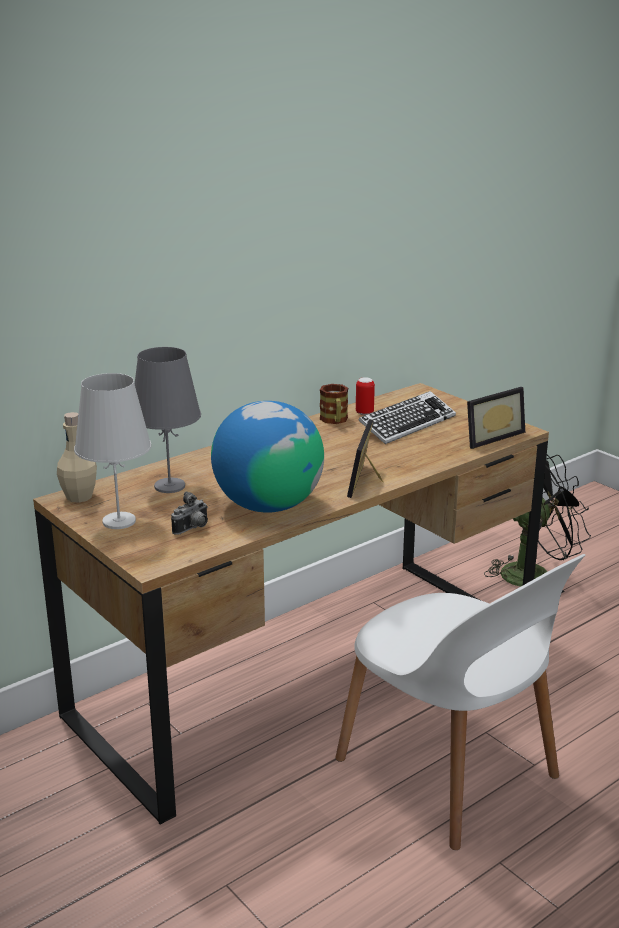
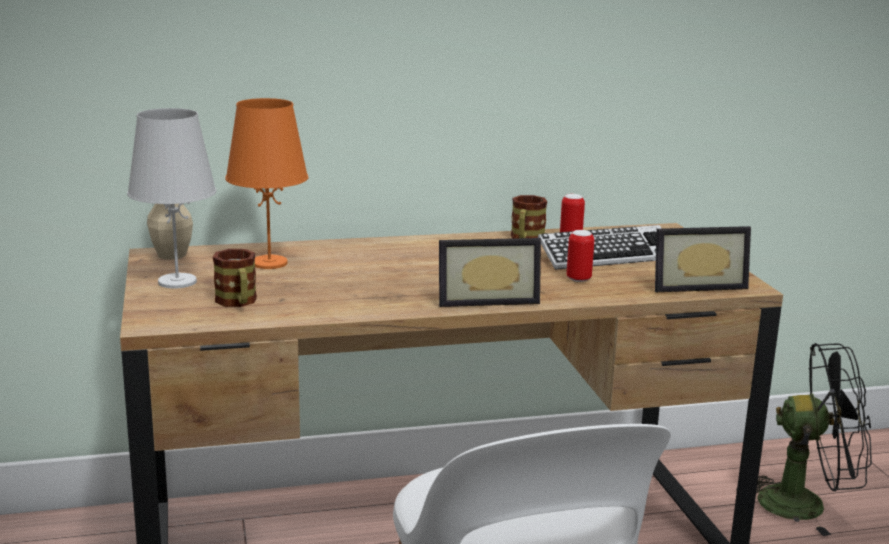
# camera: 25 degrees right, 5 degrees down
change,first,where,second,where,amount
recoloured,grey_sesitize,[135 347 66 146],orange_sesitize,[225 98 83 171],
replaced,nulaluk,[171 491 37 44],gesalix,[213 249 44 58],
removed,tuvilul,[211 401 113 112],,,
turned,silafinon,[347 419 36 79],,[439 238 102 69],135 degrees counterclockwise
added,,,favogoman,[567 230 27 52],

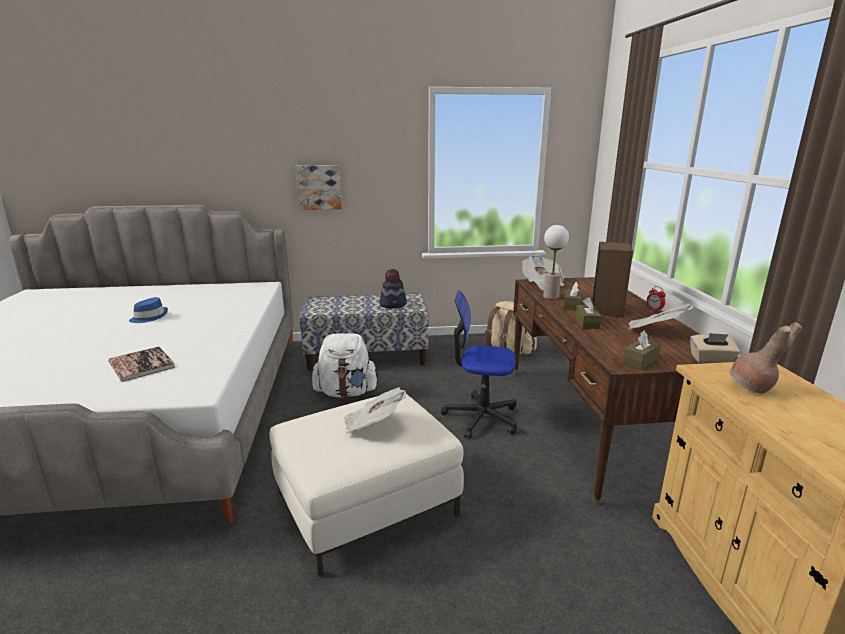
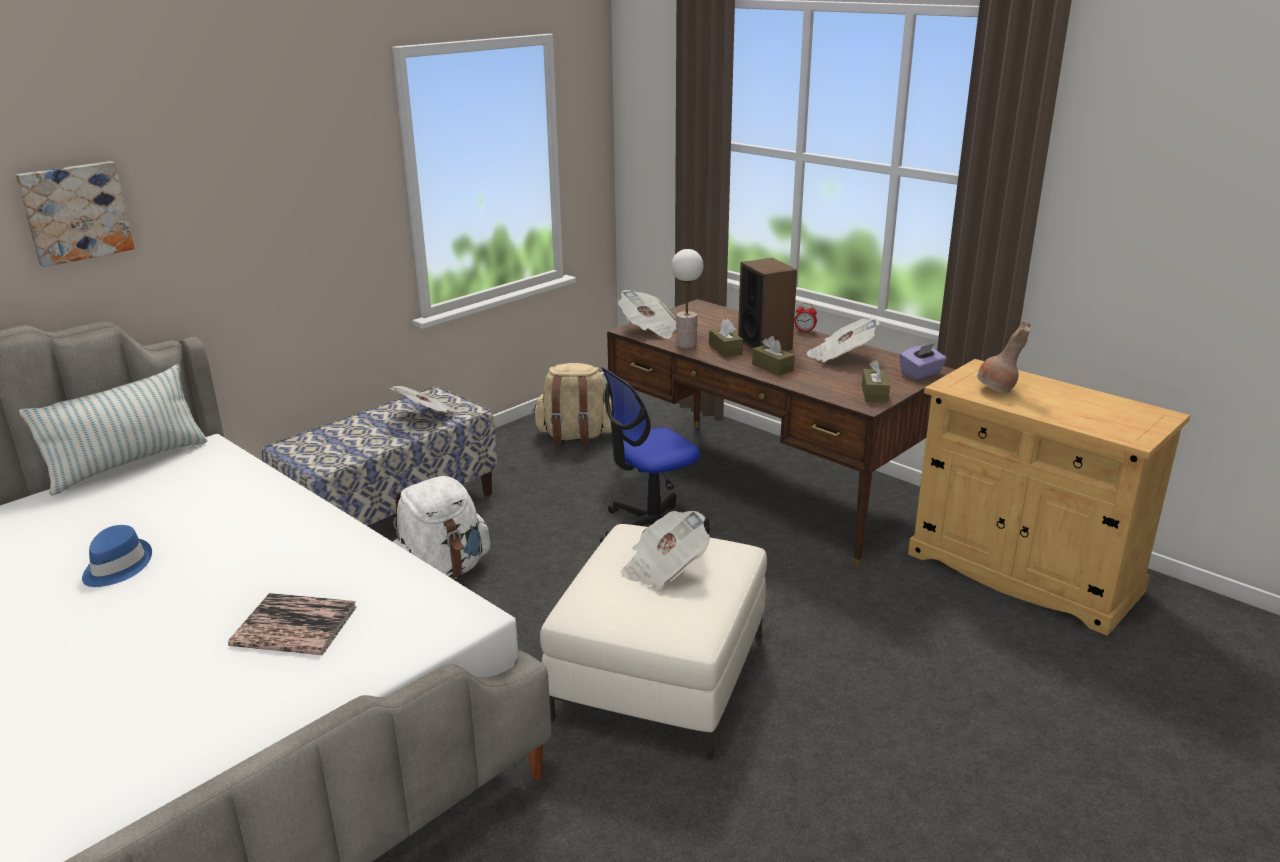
# camera: 40 degrees left, 5 degrees up
change,first,where,second,where,amount
moved,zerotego,[295 165 47 45],,[16 161 119 106],
replaced,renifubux,[379 269 28 40],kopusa,[390 386 72 27],
recoloured,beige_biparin,[690 333 50 30],purple_biparin,[900 343 47 37],
added,,,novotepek,[19 364 189 132],

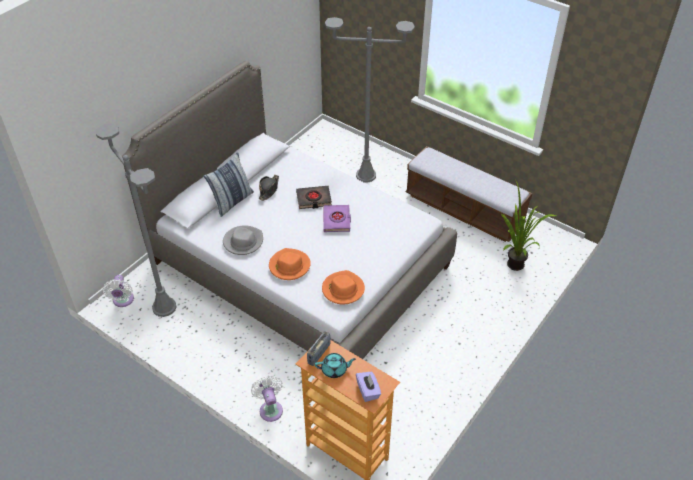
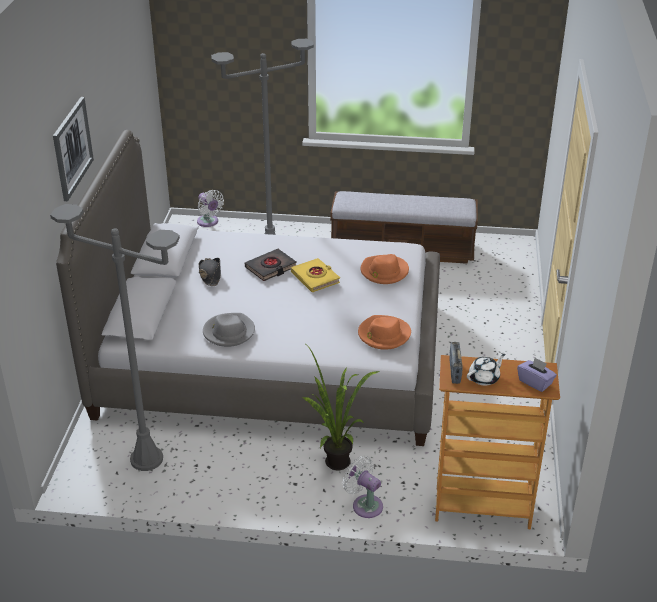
# camera: 30 degrees left, 10 degrees down
change,first,where,second,where,amount
moved,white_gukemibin,[102 275 32 32],,[197 190 27 37],
removed,novotepek,[204 152 50 65],,,
moved,orange_renifubux,[269 248 42 32],,[360 254 49 30],
recoloured,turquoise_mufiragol,[315 353 41 25],white_mufiragol,[467 354 39 32],
recoloured,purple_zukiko,[323 205 28 27],yellow_zukiko,[291 258 49 34],
moved,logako,[501 181 56 90],,[302 345 79 126],
added,,,zerotego,[53 97 41 104],

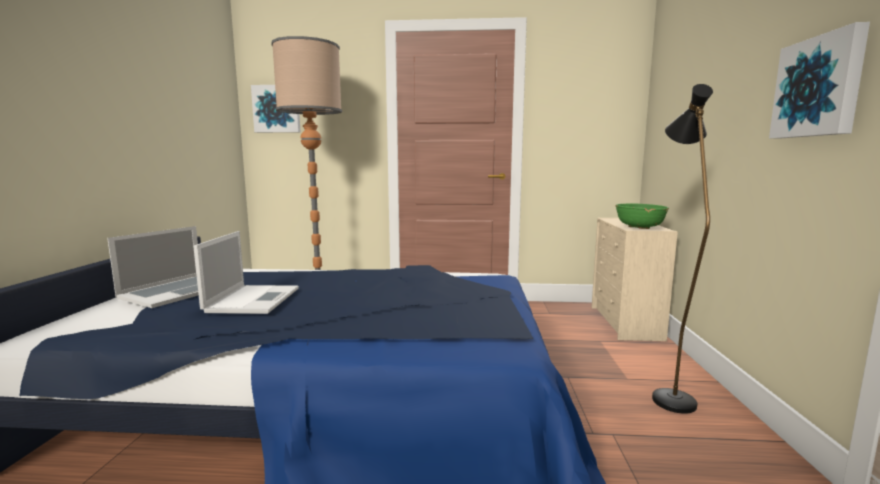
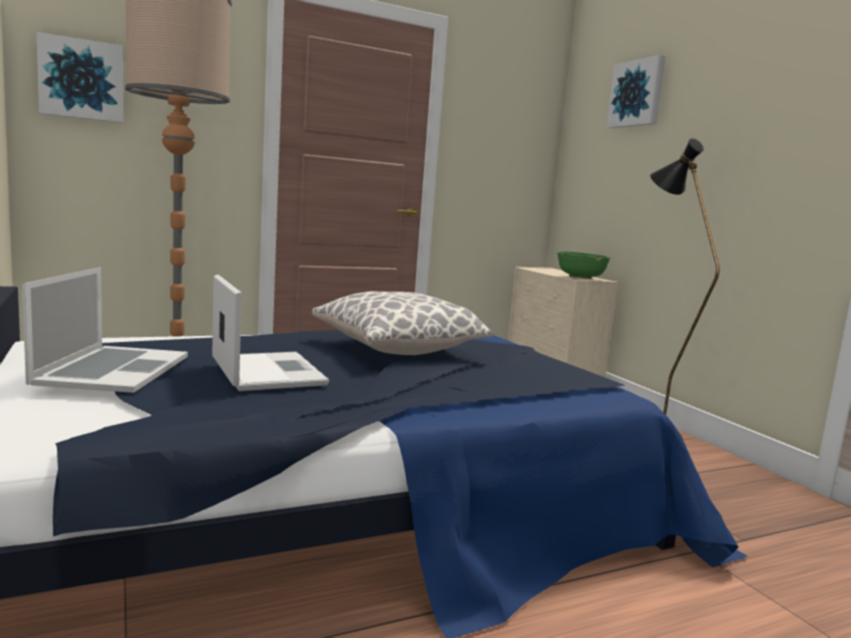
# camera: 30 degrees left, 0 degrees up
change,first,where,second,where,amount
moved,zerotego,[769 22 101 117],,[606 55 60 73],
added,,,novotepek,[312 291 180 64],

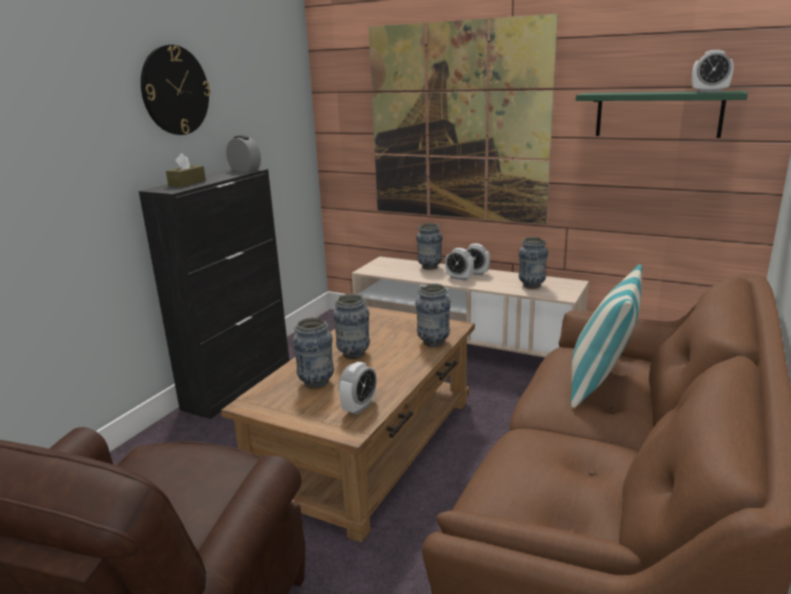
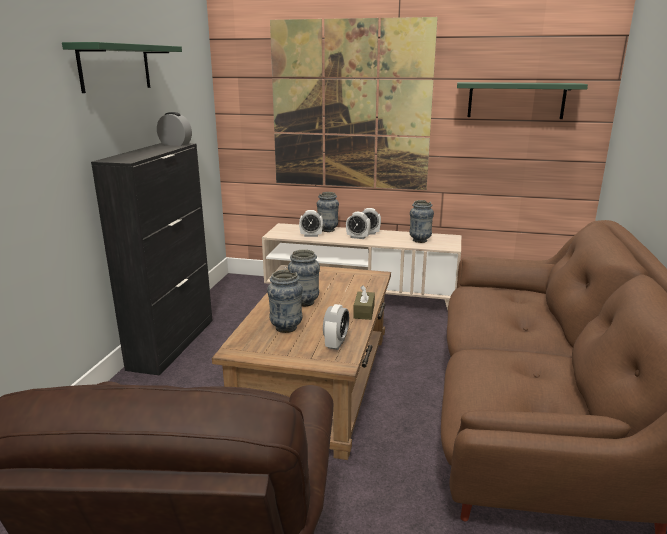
# camera: 15 degrees left, 0 degrees up
change,first,where,second,where,amount
replaced,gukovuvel,[141 45 70 90],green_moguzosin,[62 42 120 51],
moved,brown_biparin,[166 153 40 34],,[353 285 22 35],
removed,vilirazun,[415 283 36 64],,,
removed,novotepek,[570 264 72 144],,,
moved,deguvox,[692 50 42 43],,[299 210 24 27],

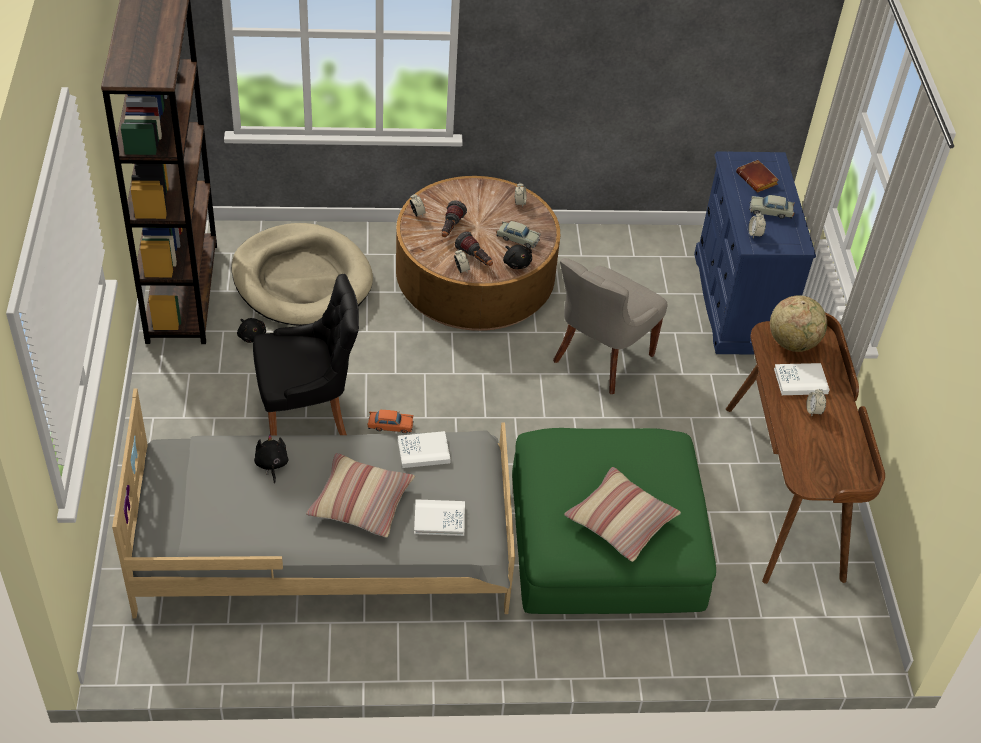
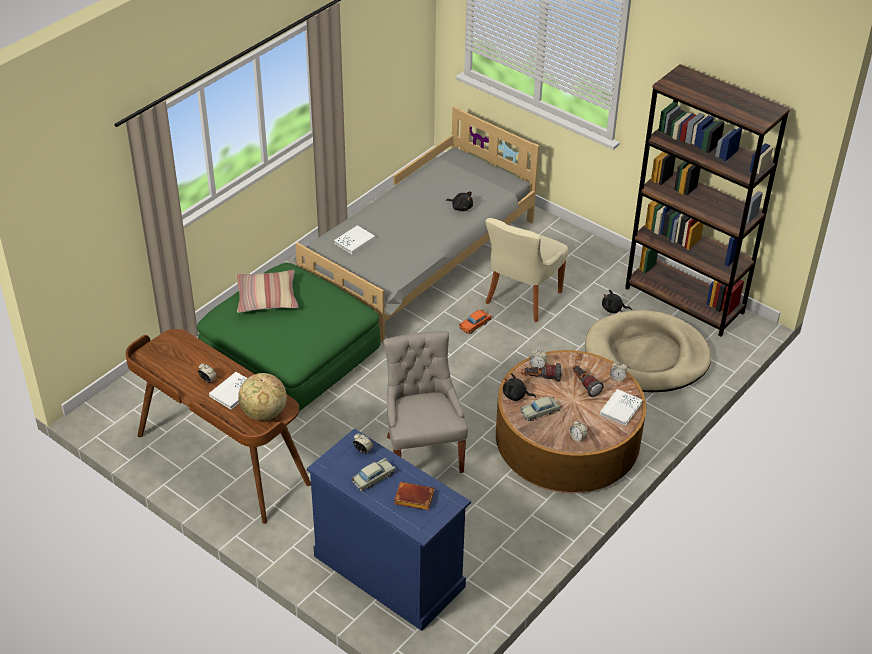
# camera: 135 degrees right, 5 degrees down
change,first,where,second,where,amount
recoloured,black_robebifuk,[253 274 106 162],beige_robebifuk,[485 218 83 104],
removed,novotepek,[306 453 109 85],,,
moved,white_zukiko,[398 431 53 37],,[600 389 43 37],

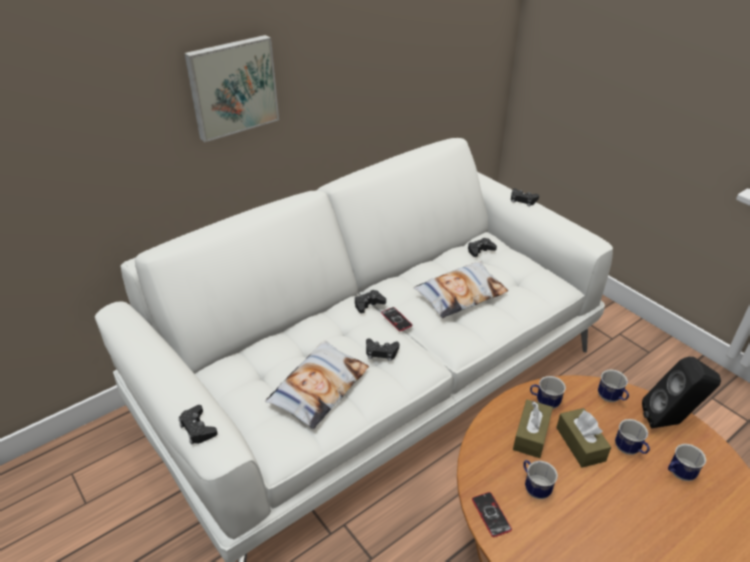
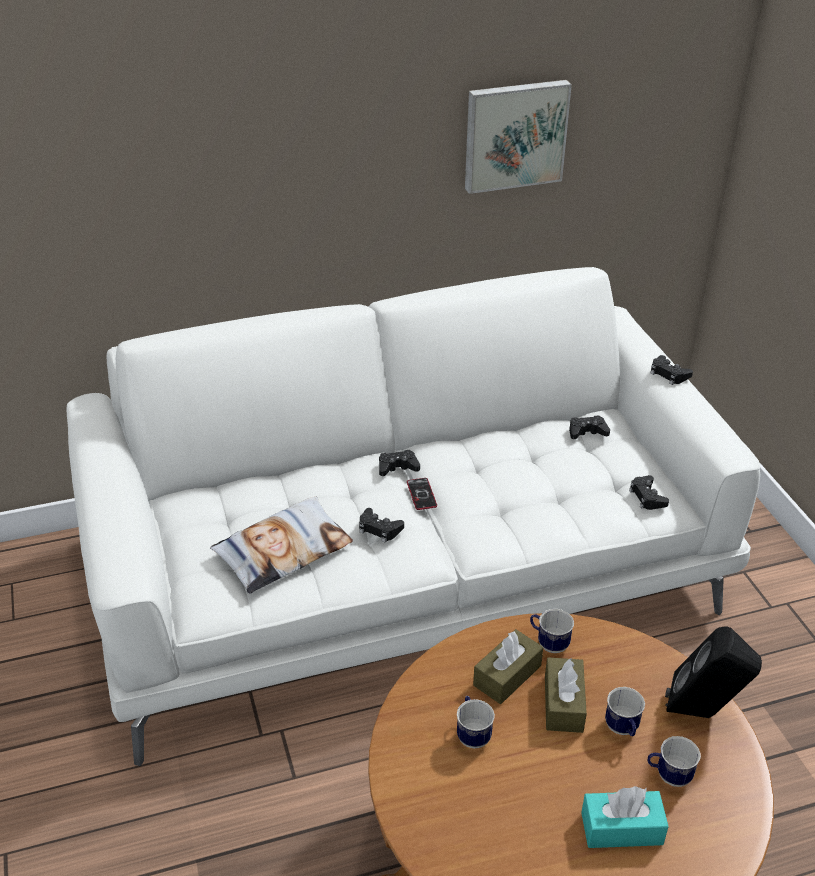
# camera: 20 degrees right, 0 degrees up
change,first,where,second,where,amount
moved,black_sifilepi,[179 405 39 40],,[629 475 40 35],
moved,zerotego,[184 35 95 107],,[465 80 107 114],
removed,novotepek,[414 261 94 57],,,
removed,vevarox,[472 492 40 45],,,
removed,gesalix,[598 370 31 32],,,
added,,,turquoise_biparin,[581 786 88 62],

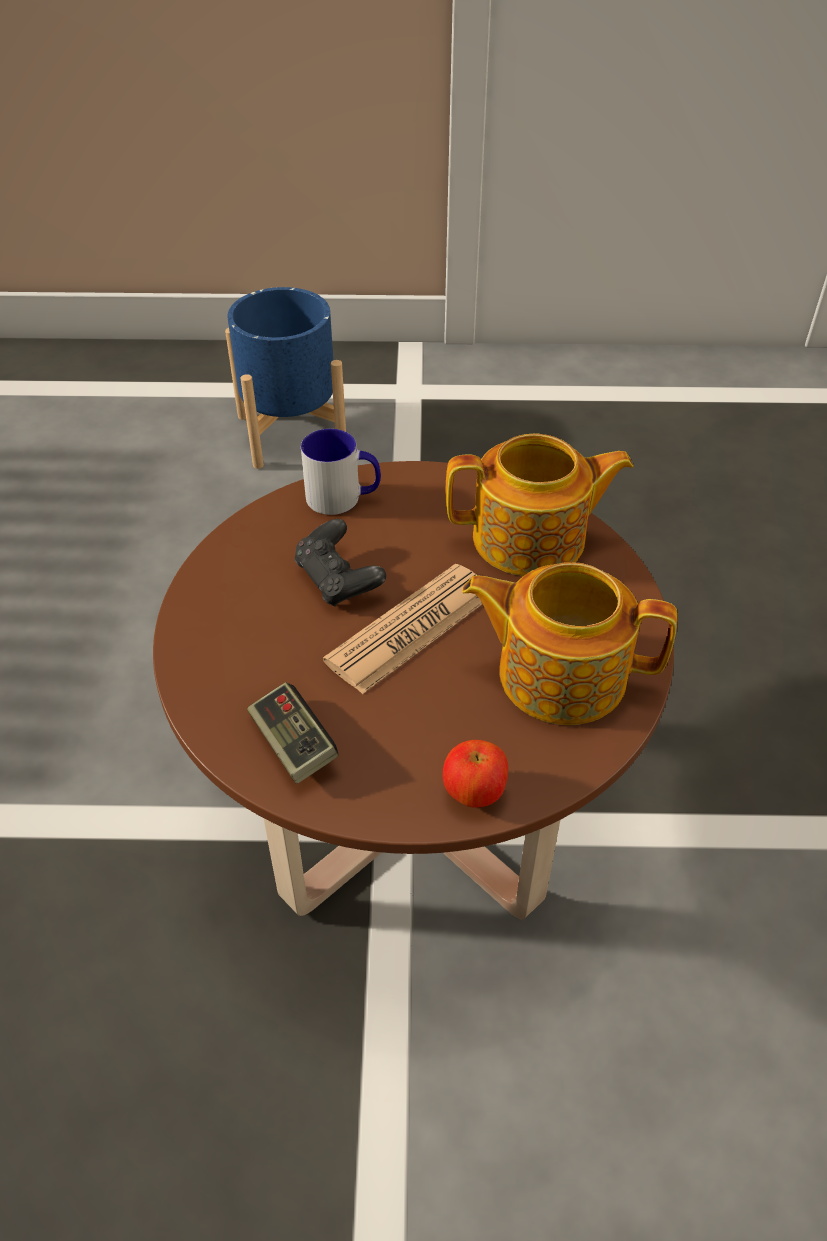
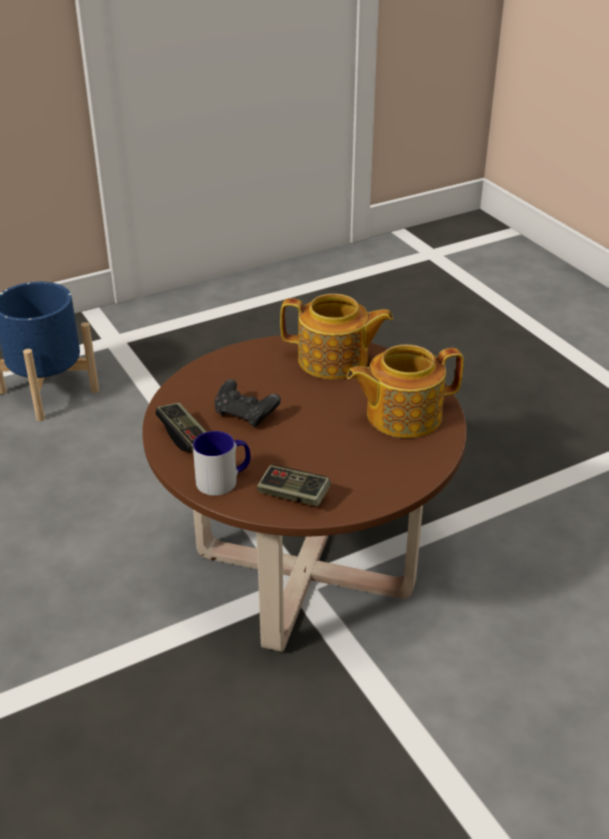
# camera: 30 degrees left, 10 degrees down
change,first,where,second,where,amount
moved,gesalix,[301 429 80 86],,[193 431 57 65],
removed,kopusa,[323 564 159 130],,,
removed,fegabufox,[443 740 65 68],,,
turned,mufiragol,[445 434 189 142],,[280 294 113 86],45 degrees clockwise
added,,,sifilepi,[155 403 52 49],

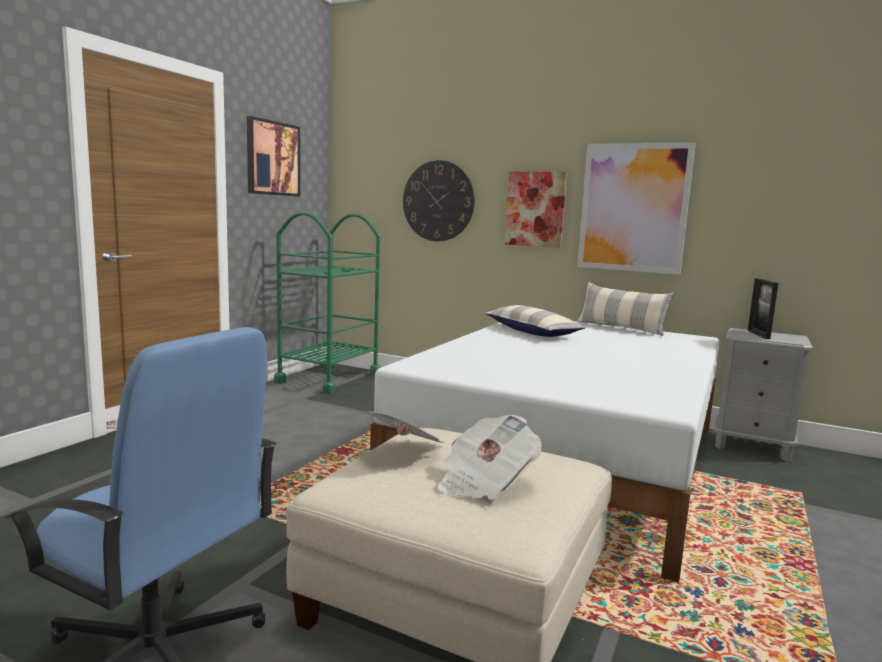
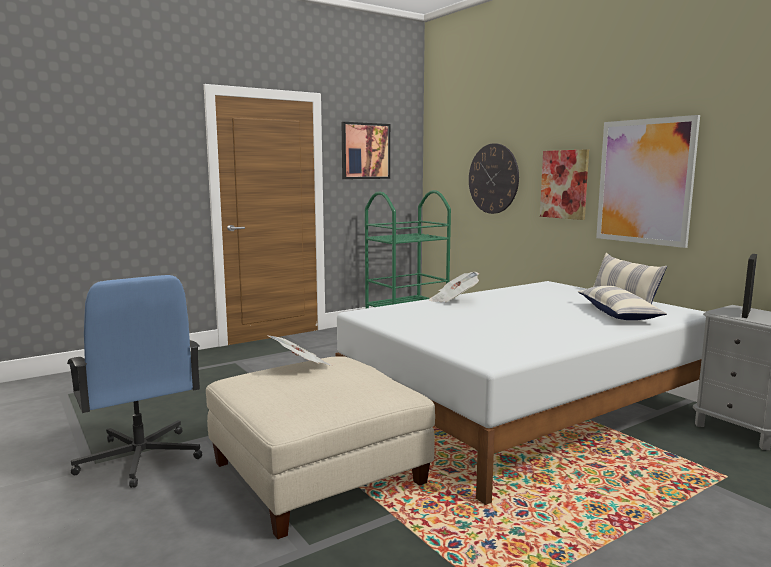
# camera: 30 degrees right, 0 degrees up
change,first,where,second,where,amount
moved,kopusa,[438 415 104 85],,[429 272 50 30],
moved,novotepek,[485 305 100 32],,[578 286 89 34],

